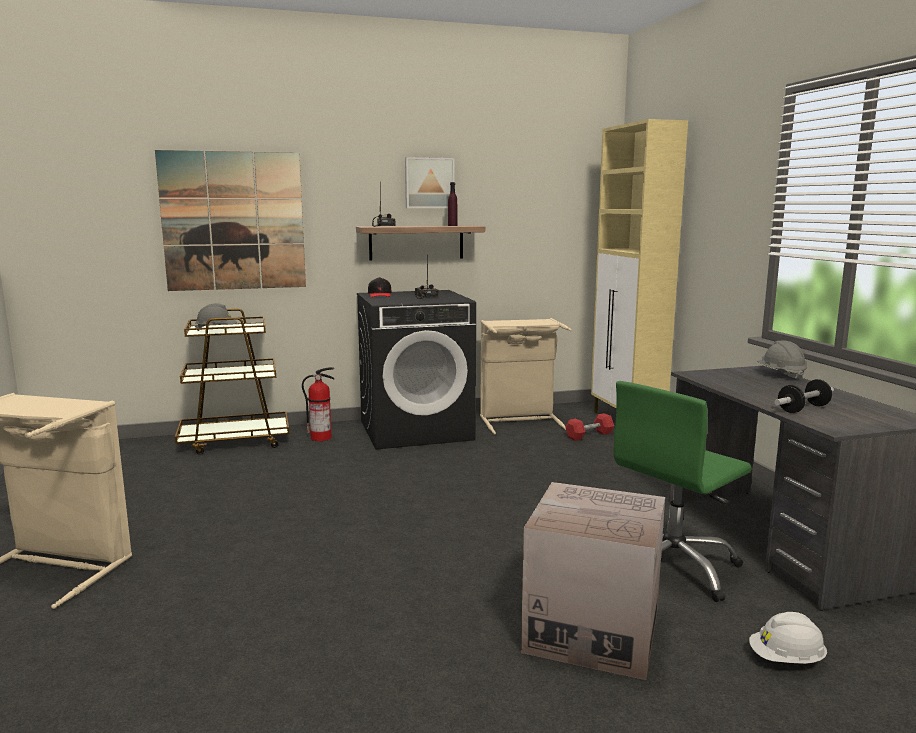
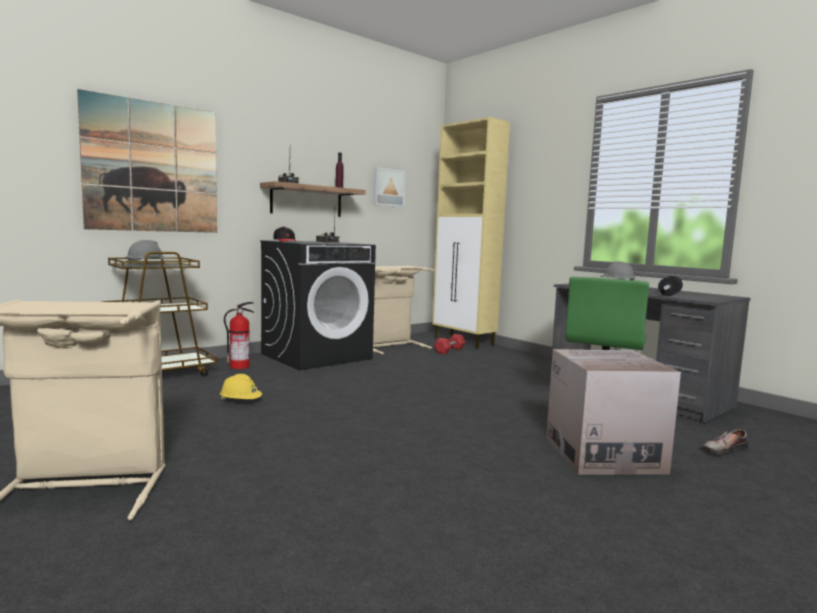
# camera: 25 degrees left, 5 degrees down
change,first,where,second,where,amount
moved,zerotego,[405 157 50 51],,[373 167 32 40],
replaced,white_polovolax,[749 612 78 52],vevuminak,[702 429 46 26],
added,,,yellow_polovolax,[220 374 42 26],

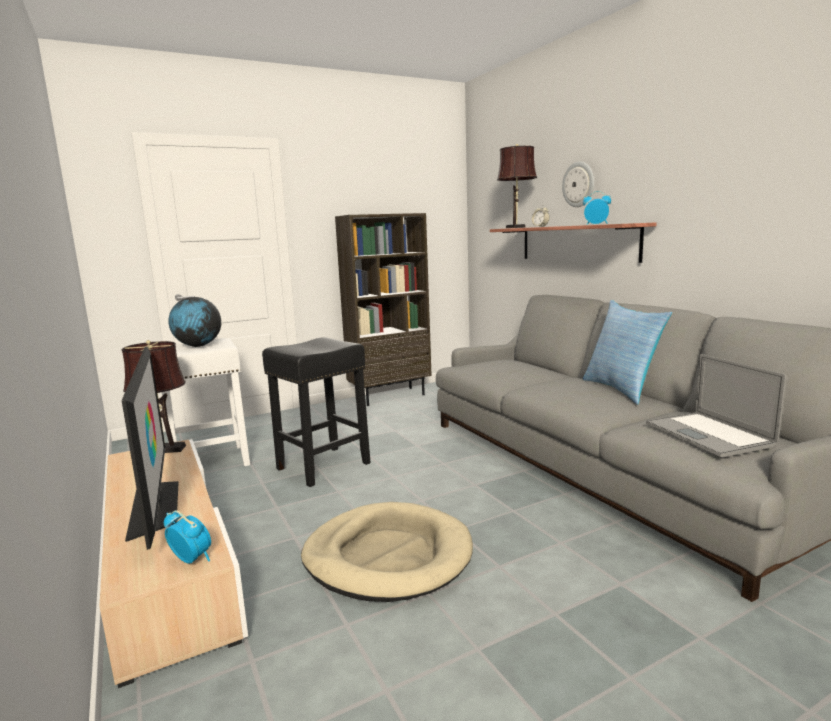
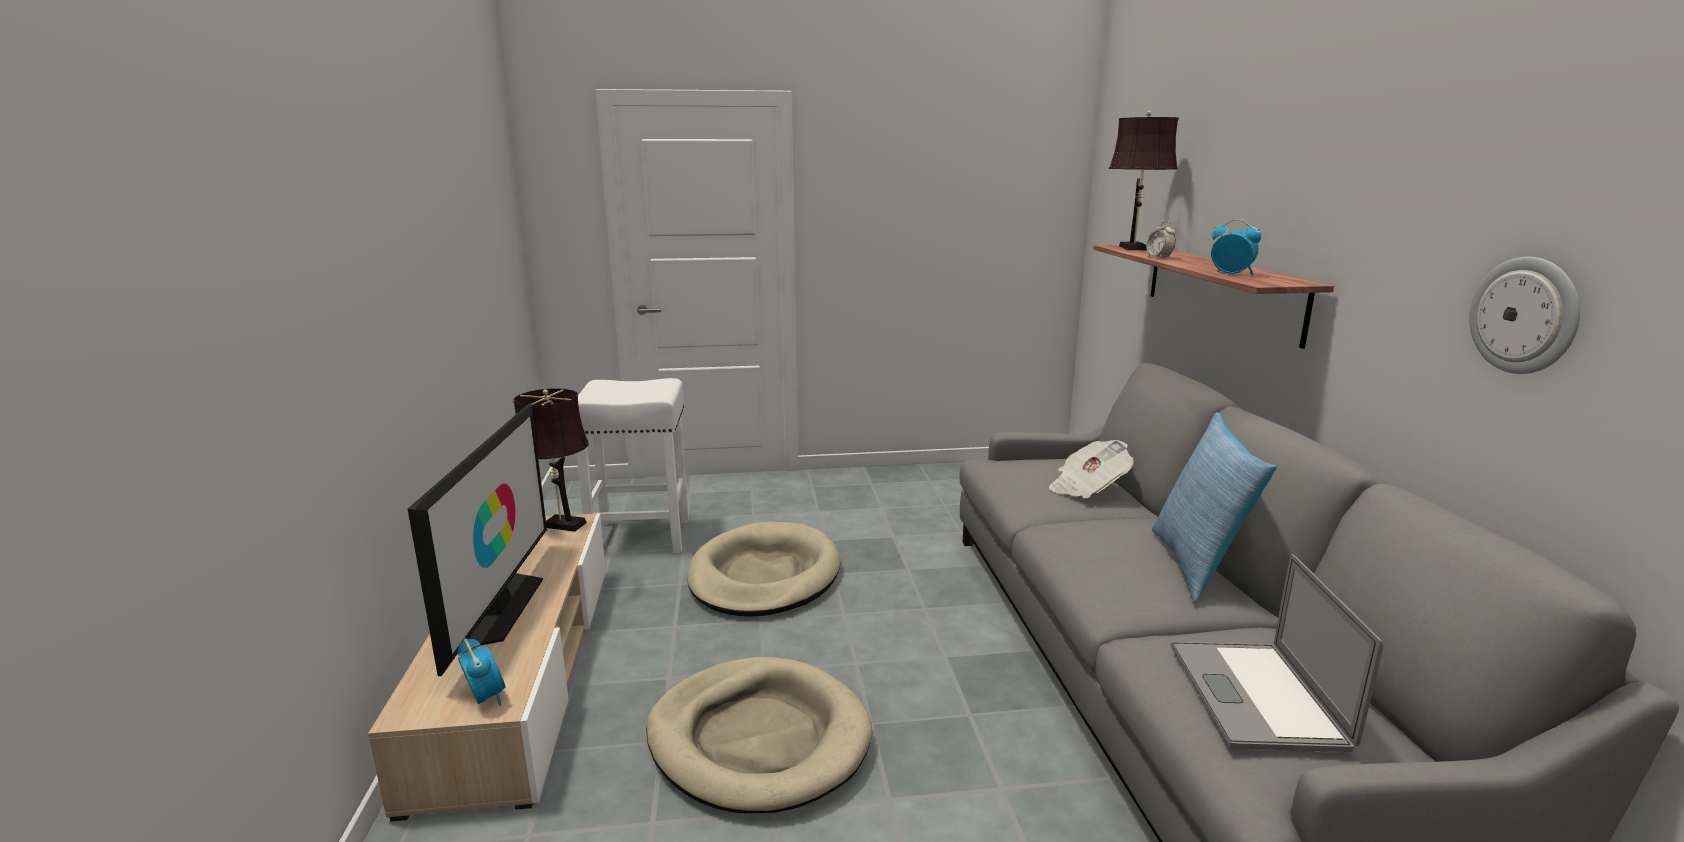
# camera: 20 degrees right, 5 degrees up
change,first,where,second,where,amount
removed,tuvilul,[168 297 53 50],,,
replaced,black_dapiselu,[262 337 109 150],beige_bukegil,[687 522 153 95],
removed,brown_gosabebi,[335 213 97 193],,,
moved,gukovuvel,[562 162 32 45],,[1469 257 111 117],
added,,,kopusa,[1049 440 85 58],

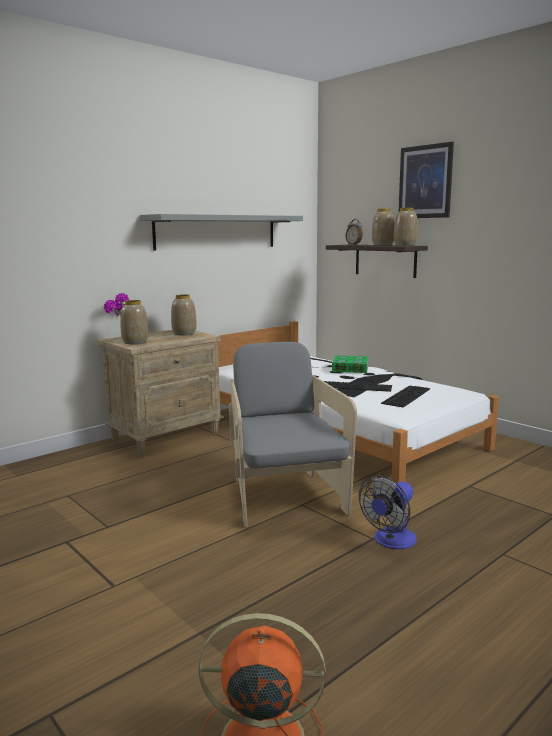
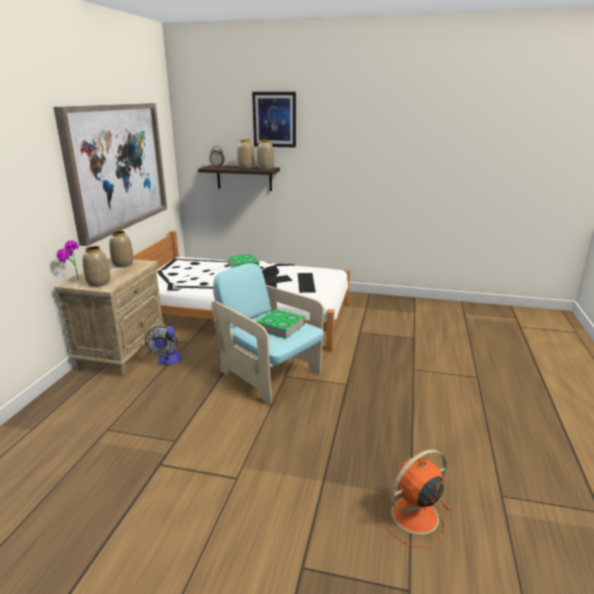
# camera: 35 degrees left, 10 degrees up
change,first,where,second,where,amount
replaced,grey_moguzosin,[140 214 163 37],zerotego,[53 103 114 143],
recoloured,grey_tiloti,[229 342 128 186],turquoise_tiloti,[211 263 113 142],
moved,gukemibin,[359 475 58 74],,[145 326 37 39],
added,,,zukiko,[256 309 49 30],

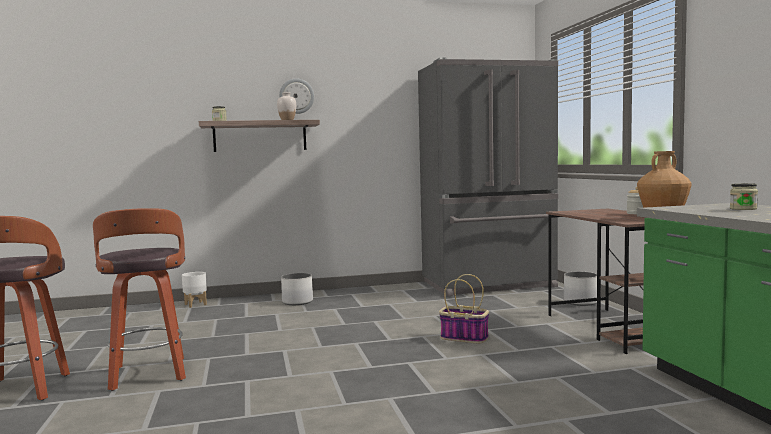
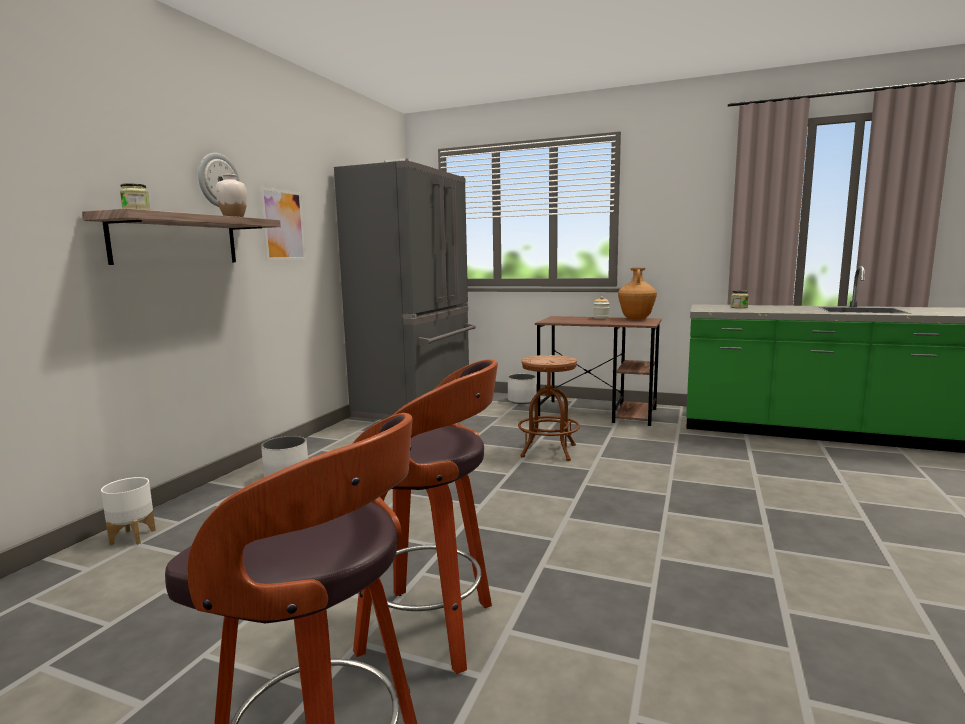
# camera: 55 degrees left, 5 degrees up
change,first,where,second,where,amount
replaced,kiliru,[439 274 50 69],brown_dapiselu,[518 355 62 106],
added,,,zerotego,[259 187 47 74],

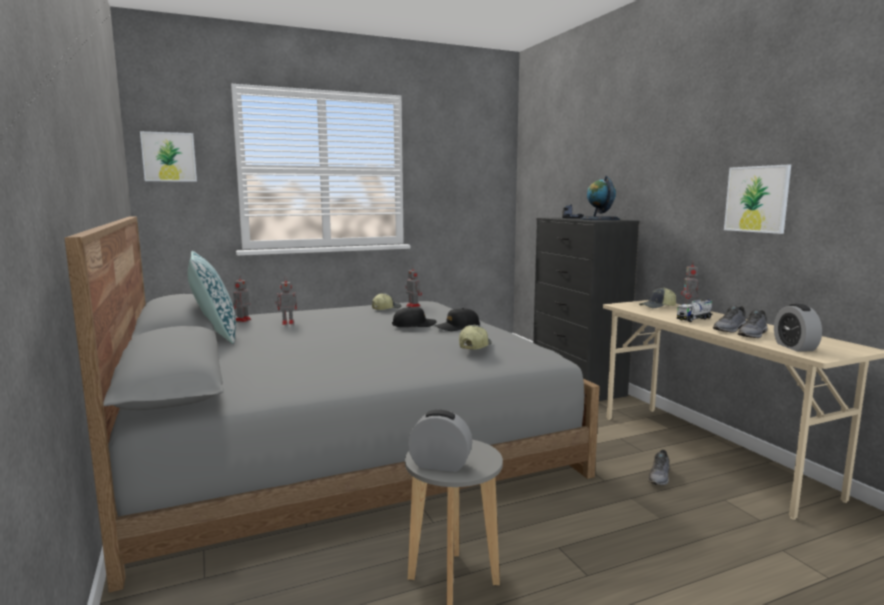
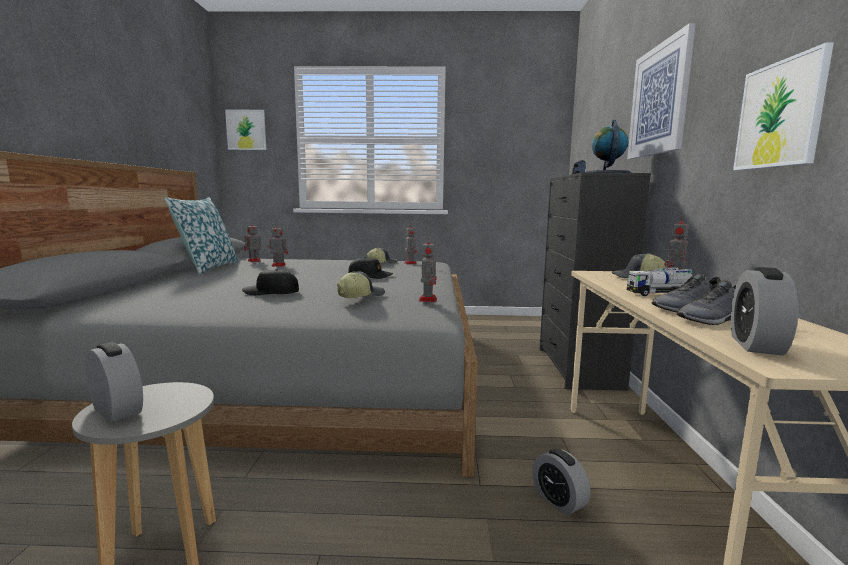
# camera: 25 degrees right, 0 degrees up
change,first,where,second,where,amount
moved,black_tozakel,[435 308 45 23],,[242 269 57 26],
replaced,grey_vevuminak,[648 450 21 35],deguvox,[532 449 59 66],
added,,,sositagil,[419 238 18 64],
added,,,zerotego,[627 23 69 136],

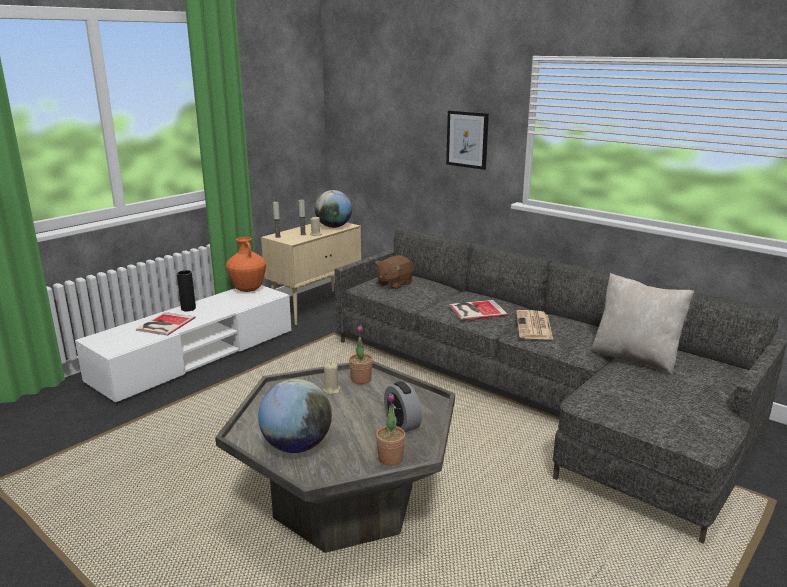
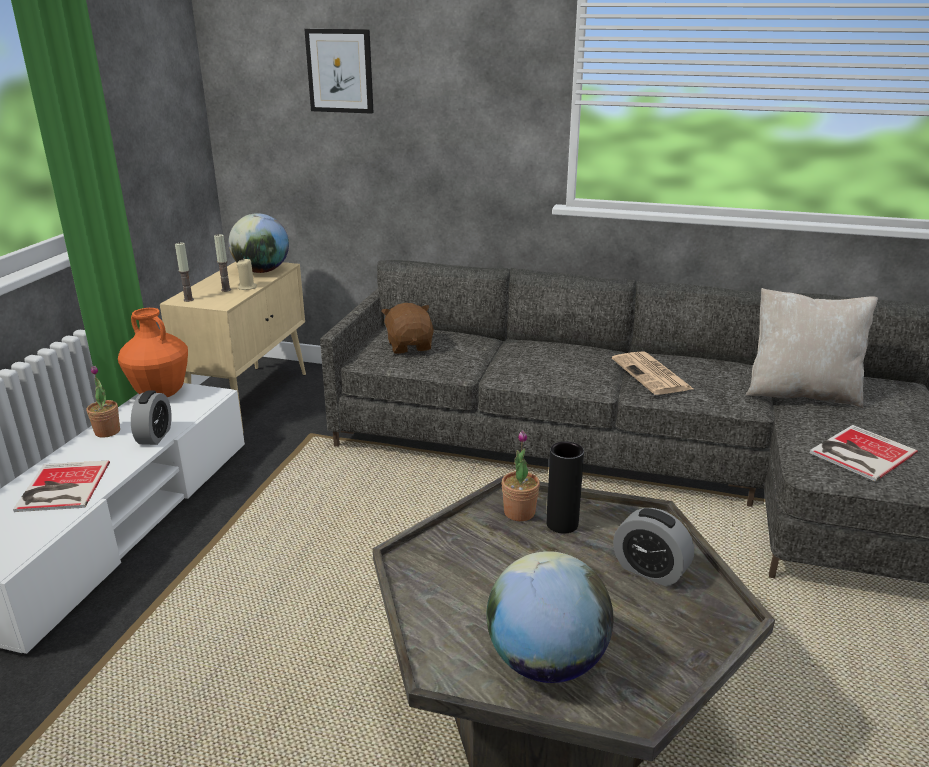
# camera: 25 degrees left, 5 degrees up
change,first,where,second,where,amount
moved,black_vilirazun,[177 270 19 41],,[546 441 38 93],
removed,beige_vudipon,[323 363 18 32],,,
turned,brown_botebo,[375 255 39 35],,[381 303 53 51],150 degrees clockwise
moved,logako,[376 393 29 73],,[86 366 34 72],
moved,zerotego,[446 110 43 60],,[304 29 70 85],
moved,zukiko,[449 300 59 20],,[809 425 109 57],
added,,,deguvox,[131 390 40 55],

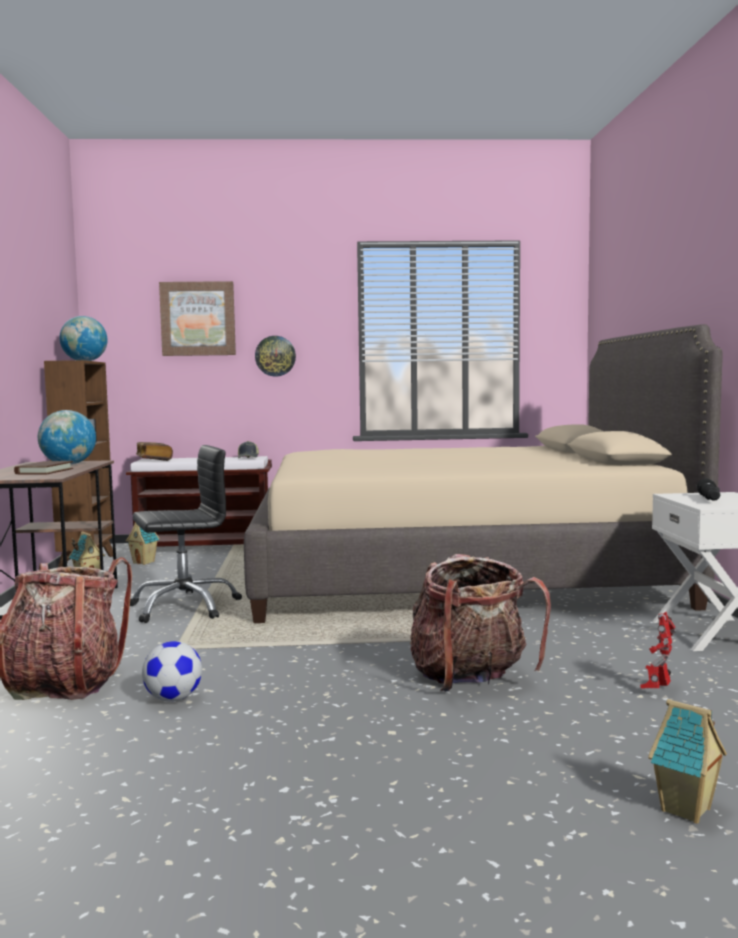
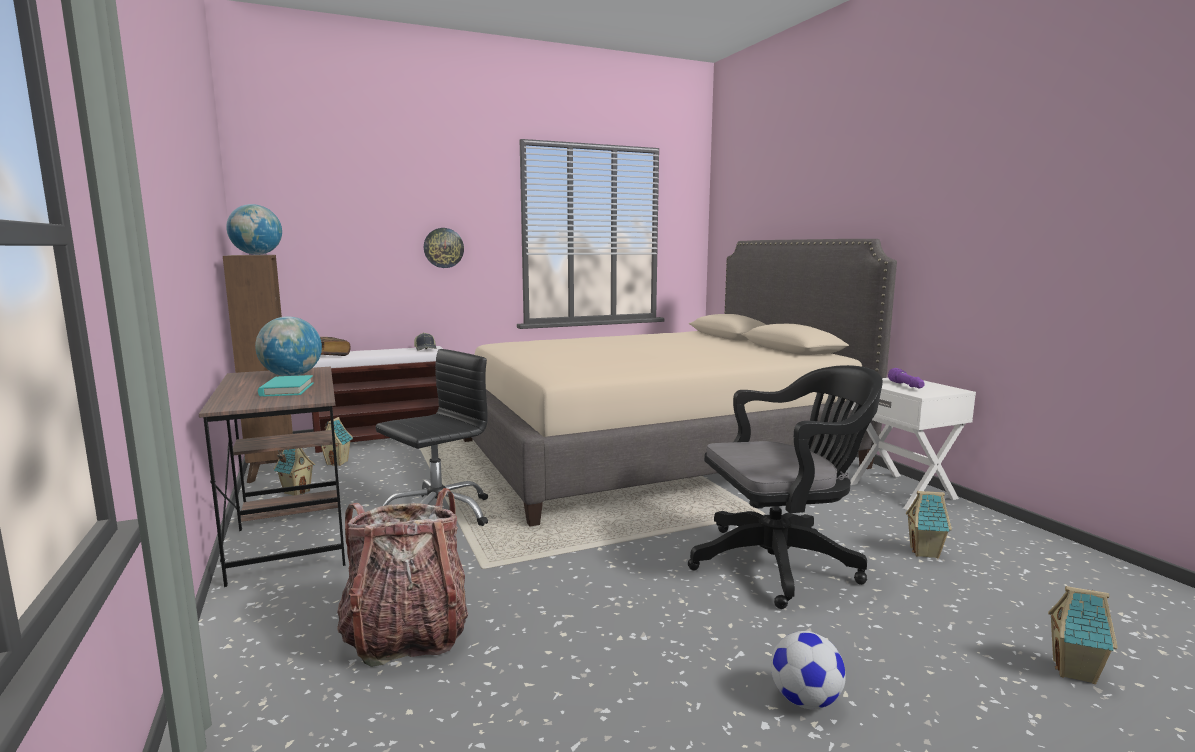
# camera: 20 degrees left, 5 degrees up
change,first,where,second,where,amount
recoloured,brown_zukiko,[14 461 59 14],turquoise_zukiko,[258 375 56 21],
moved,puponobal,[142 641 60 60],,[771 631 75 78],
removed,zerotego,[159 281 77 75],,,
replaced,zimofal,[410 554 141 138],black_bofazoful,[688 365 195 244],
replaced,sositagil,[640 612 36 77],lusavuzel,[906 491 46 67],
recoloured,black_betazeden,[697 478 23 23],purple_betazeden,[888 368 37 21],

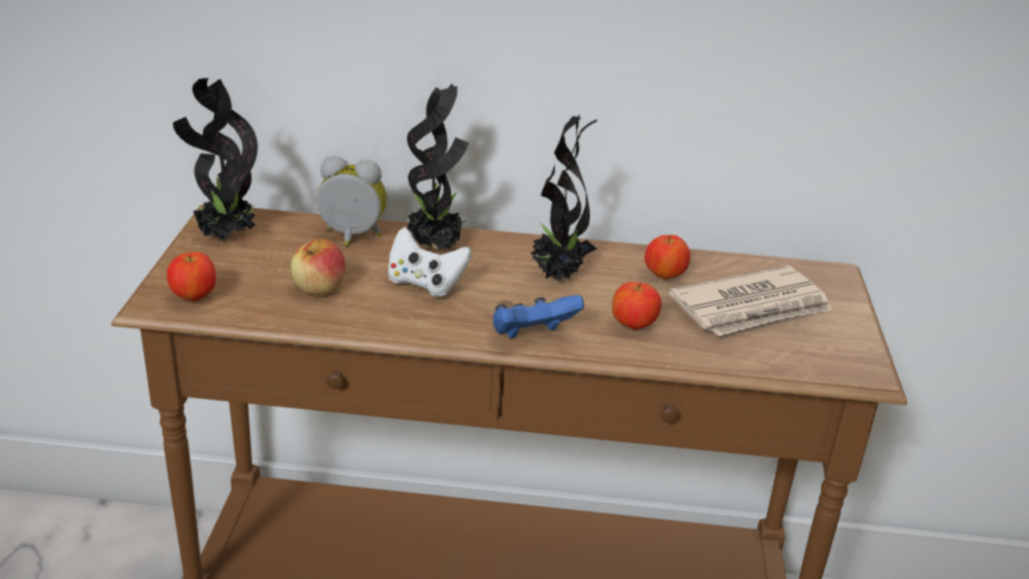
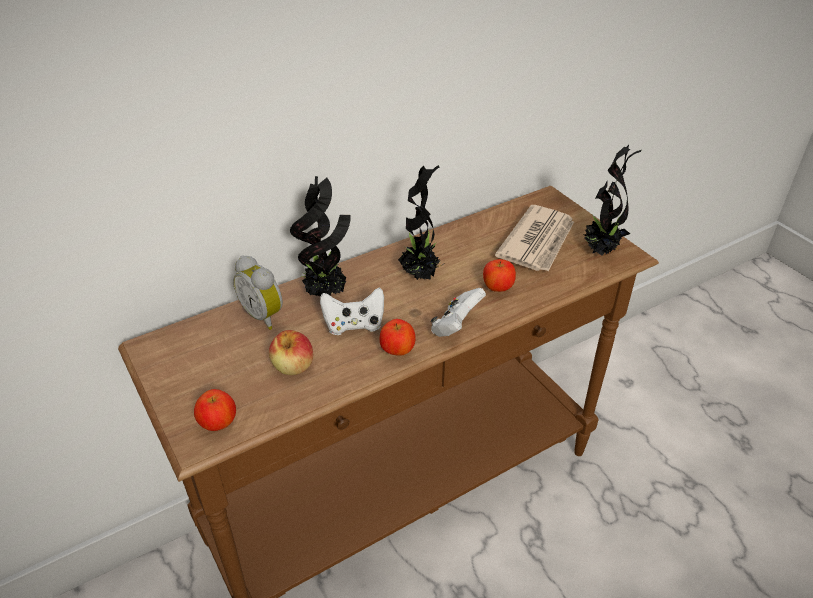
# camera: 35 degrees left, 10 degrees up
change,first,where,second,where,amount
moved,logako,[173 78 85 163],,[584 145 57 111],
turned,deguvox,[316 156 71 90],,[233 256 50 74],105 degrees counterclockwise
recoloured,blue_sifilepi,[493 295 91 43],white_sifilepi,[431 288 55 49],
moved,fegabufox,[645 235 45 45],,[380 319 35 37],

